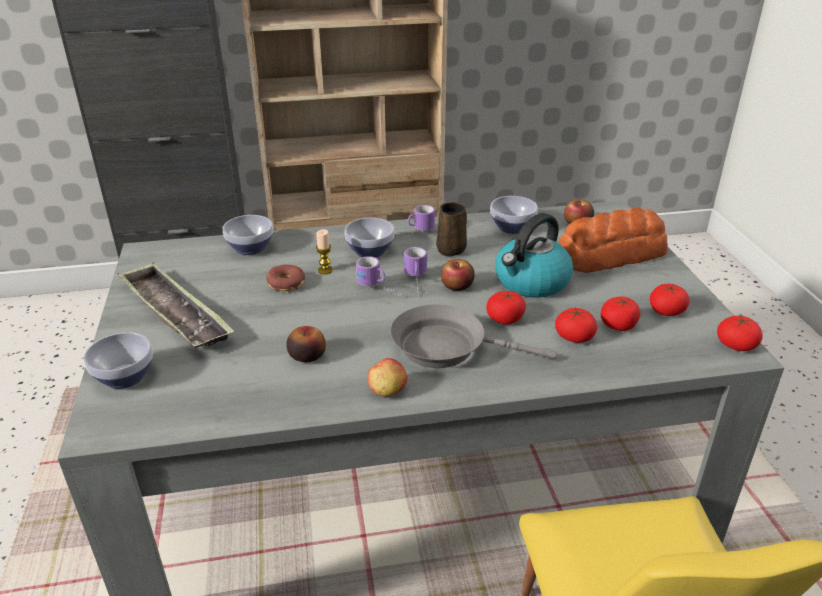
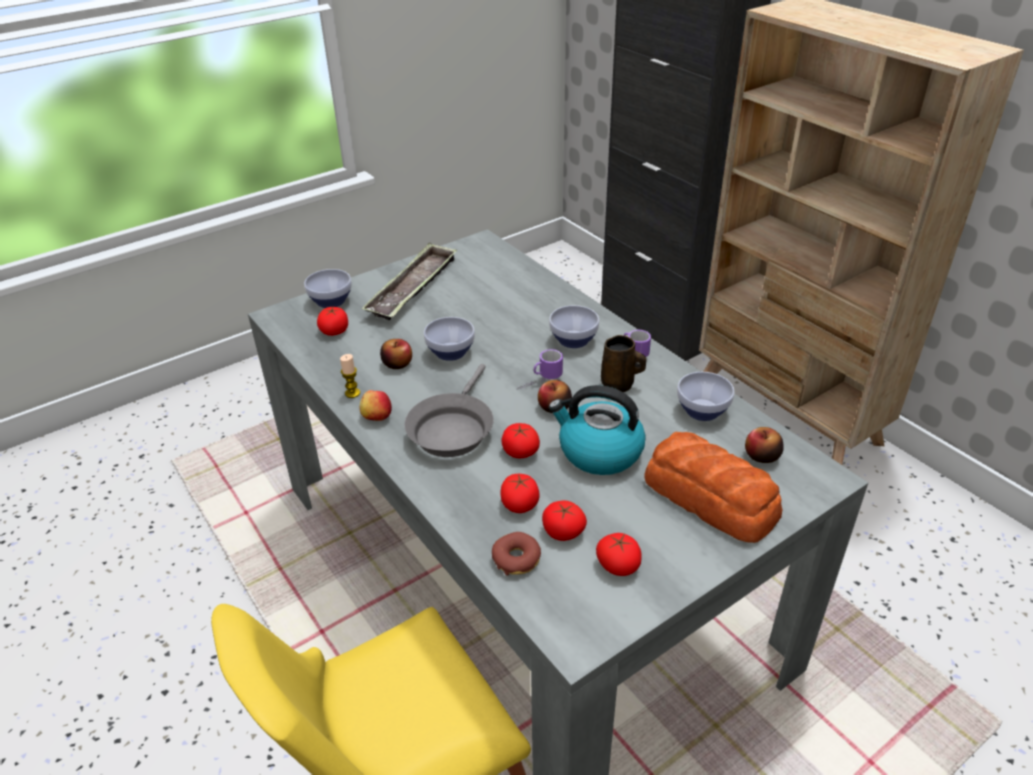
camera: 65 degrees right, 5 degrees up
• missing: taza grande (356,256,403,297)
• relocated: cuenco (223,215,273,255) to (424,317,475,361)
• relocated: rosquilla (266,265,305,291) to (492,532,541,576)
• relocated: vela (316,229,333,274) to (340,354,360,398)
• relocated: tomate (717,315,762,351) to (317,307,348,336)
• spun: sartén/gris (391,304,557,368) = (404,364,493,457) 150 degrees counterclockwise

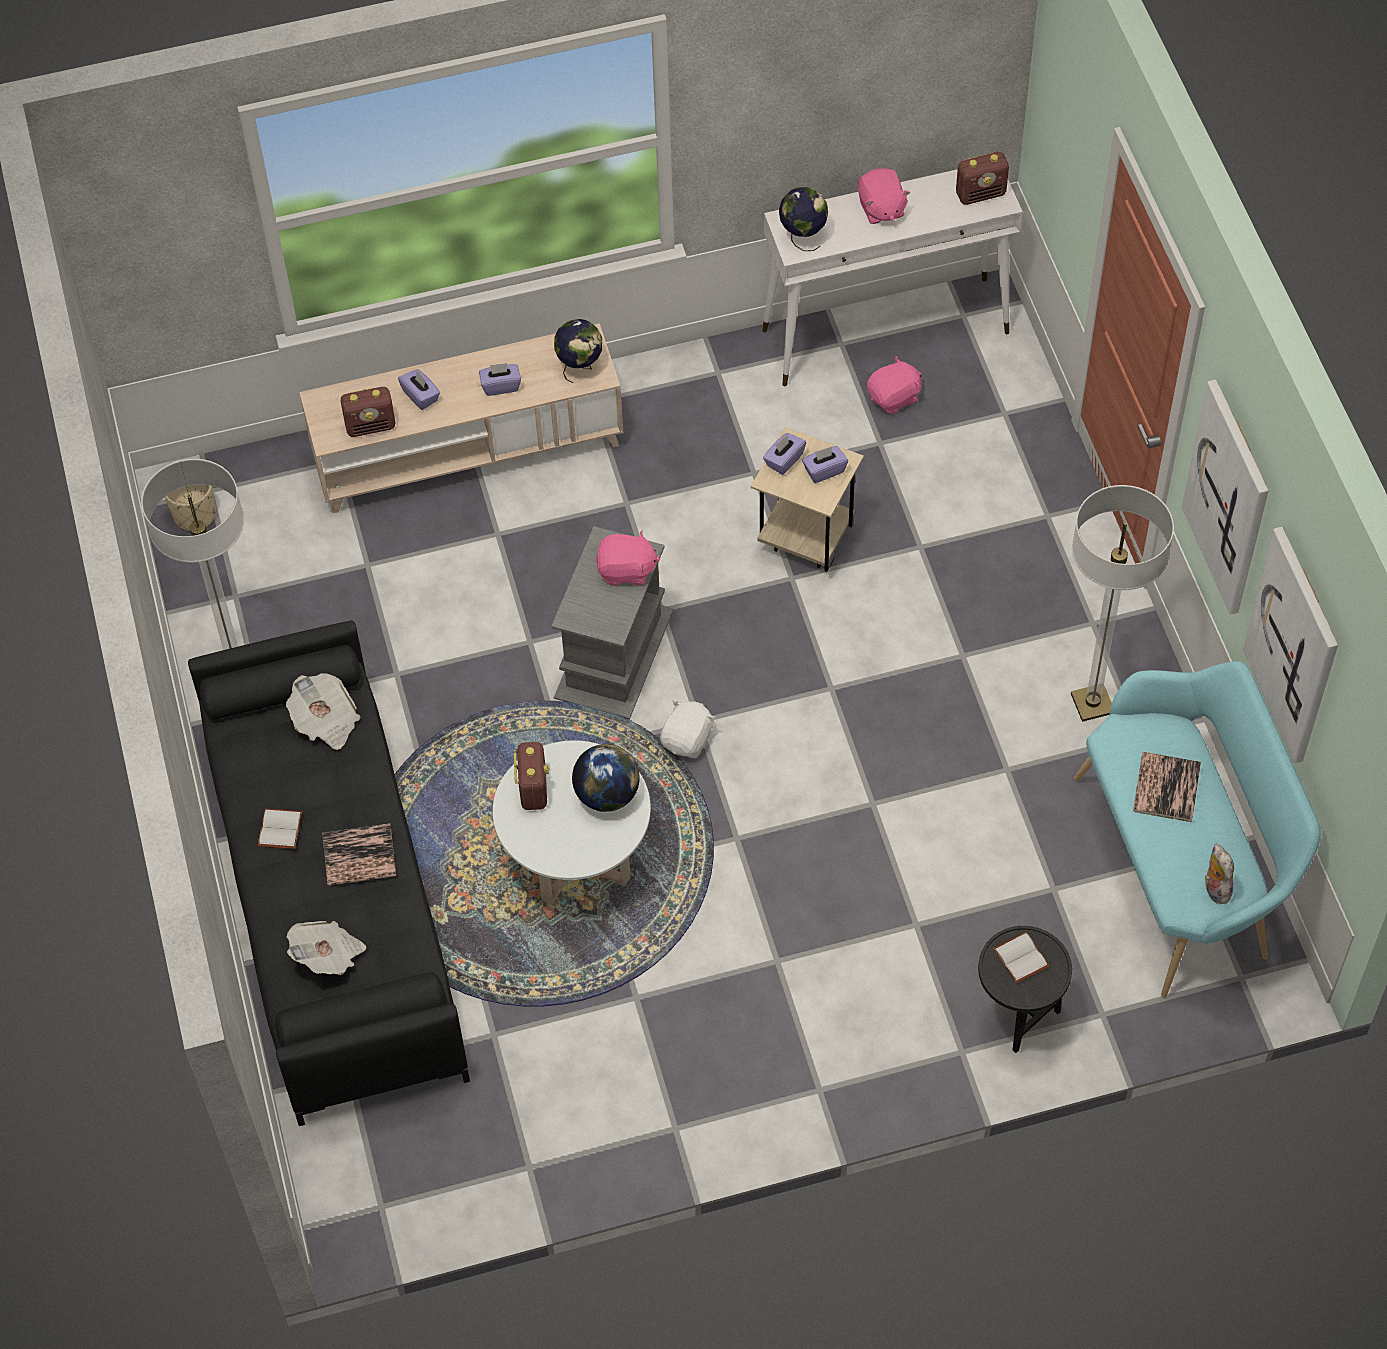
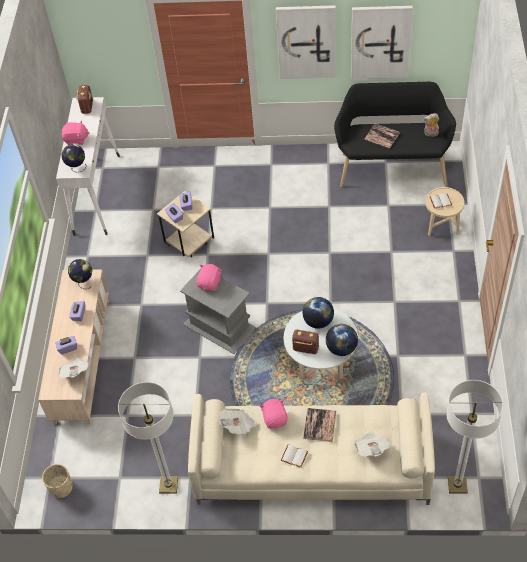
camera: 70 degrees left, 5 degrees down
• missing: peluche/blanco (660,700,716,758)
• appeared: globo terráqueo (326,324,358,356)
• relocated: peluche/rosa (867,356,921,414) to (260,399,288,429)
• relocated: lámpara de pie (1071,485,1174,722) to (446,380,503,494)
• exchanged: radio (341,387,395,437) to periódico (57,357,89,378)
• colour: sofá/negro (188,620,470,1126) to sofá/beis (188,393,435,505)
• colour: mesa auxiliar/negro (978,926,1072,1053) to mesa auxiliar/beis (425,187,464,236)
• colour: banco/turquesa (1074,661,1321,998) to banco/negro (334,82,456,187)

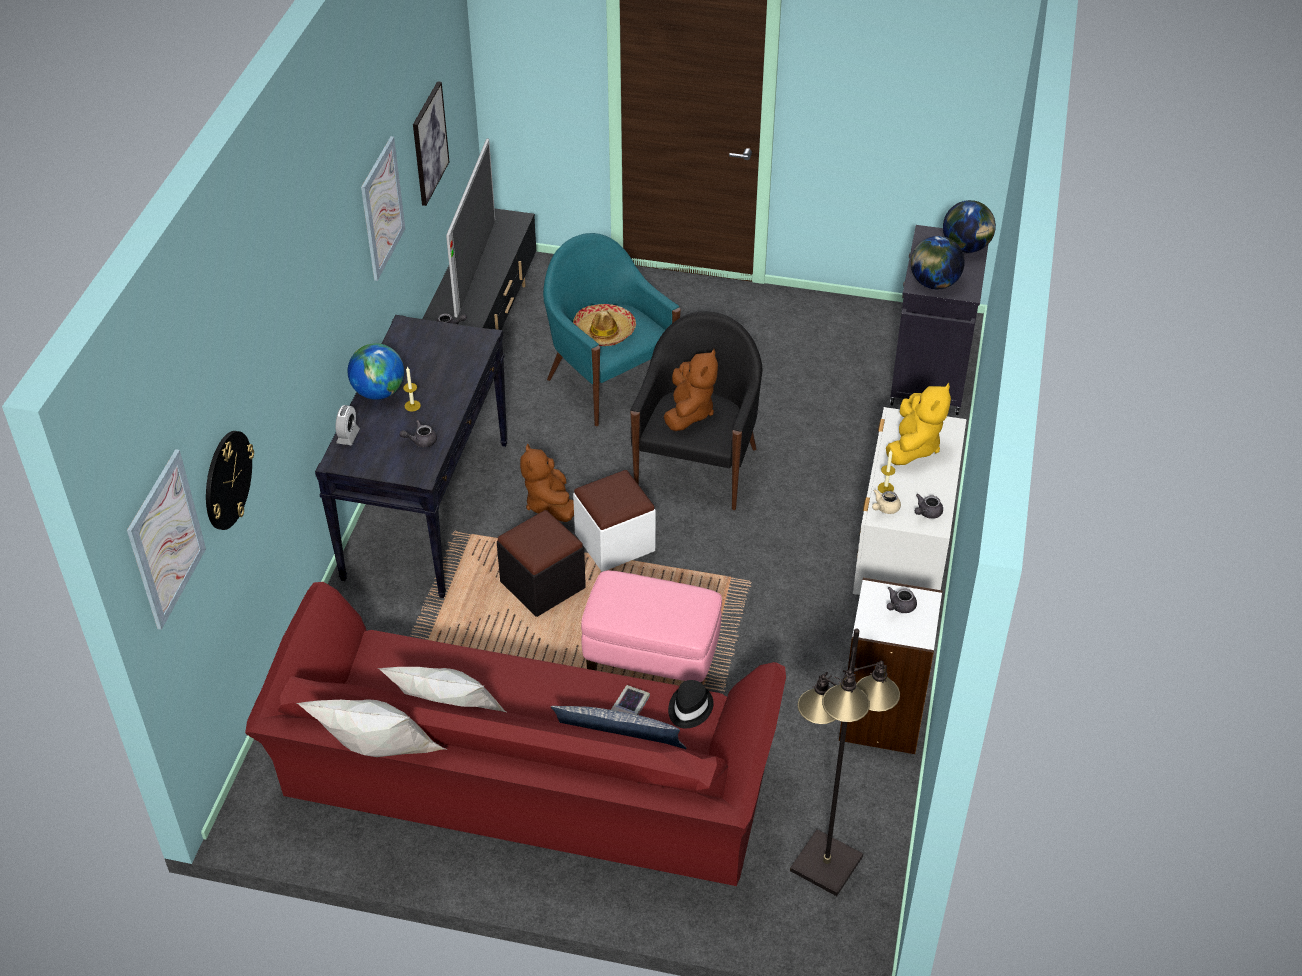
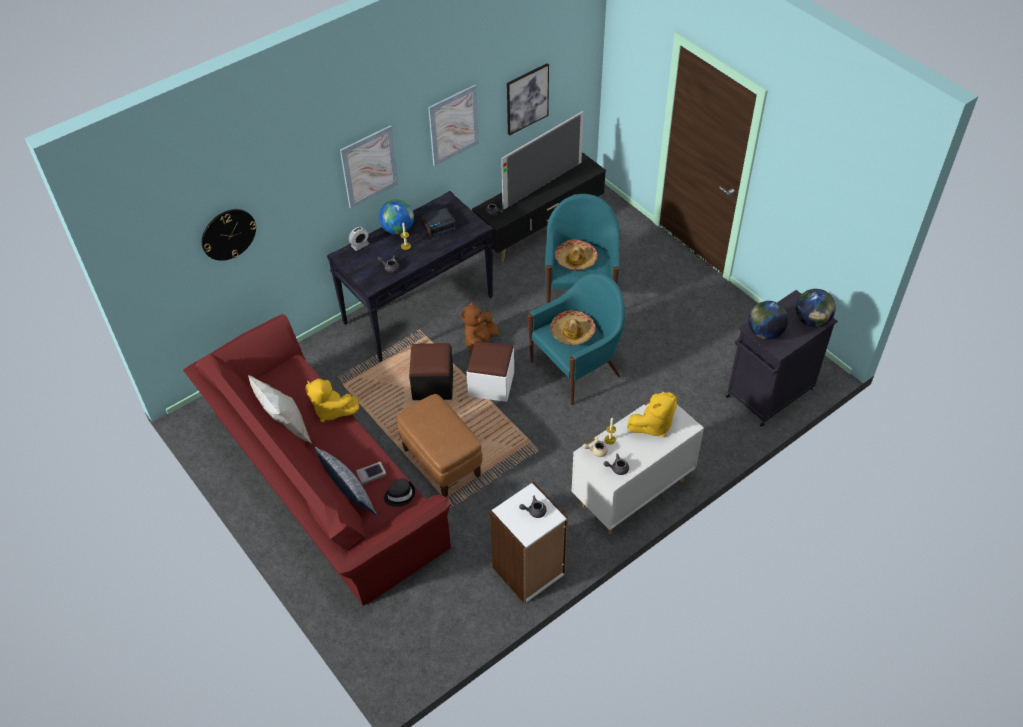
camera: 40 degrees right, 5 degrees up
• missing: cojín/blanco (297,699,447,757)
• missing: lámpara de pie/negro (790,629,900,896)
• appeared: peluche/amarillo (305,379,359,422)
• appeared: despertador (421,207,457,237)
• relocated: cuadro (127,449,206,630) to (340,126,398,209)
• exchanged: peluche/marrón (664,349,718,431) to sombrero (550,311,595,346)
• colour: puf/rosa (581,570,722,683) to puf/marrón (397,394,482,497)
• colour: sillón/negro (630,311,763,510) to sillón/turquesa (528,273,625,405)

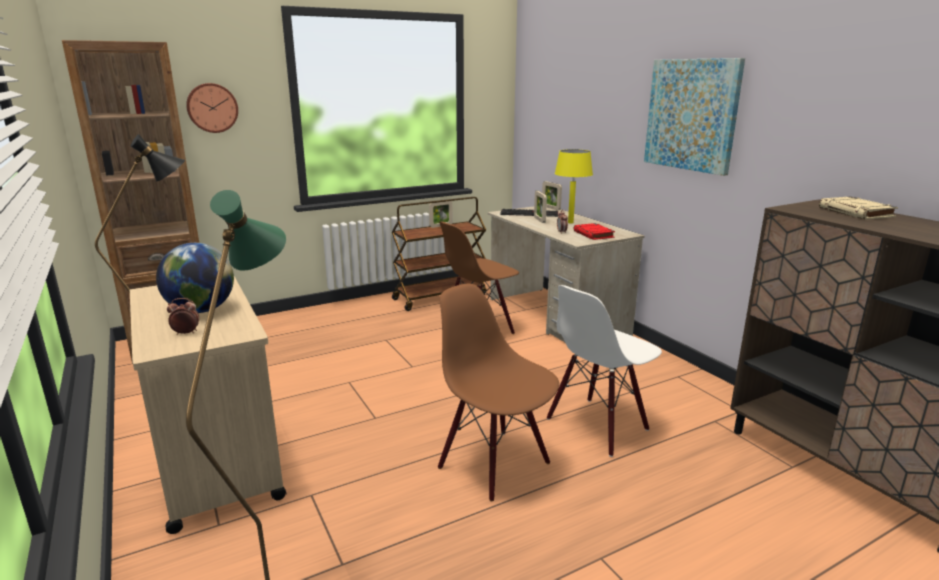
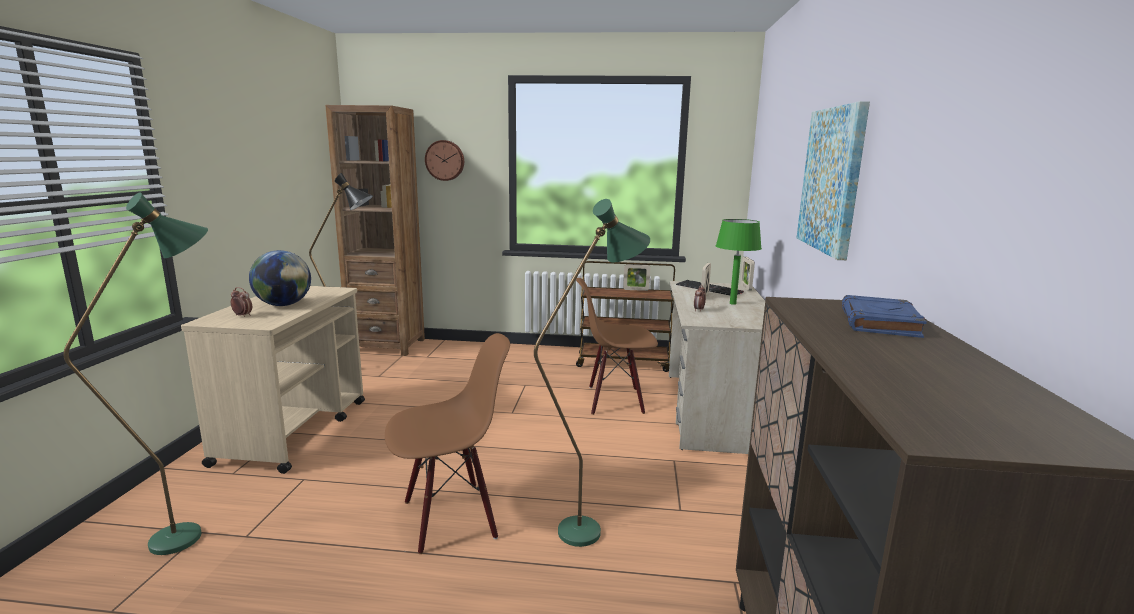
camera: 35 degrees right, 5 degrees down
• missing: libro/rojo (573,223,615,240)
• exchanged: silla/blanco (546,285,662,457) to lámpara de pie/verde (534,199,650,547)
• colour: lámpara de mesa/amarillo (555,149,593,223) to lámpara de mesa/verde (716,219,762,305)
• colour: libro/beis (819,196,898,220) to libro/azul (842,295,927,338)
• spun: silla/marrón (438,284,559,502) = (385,333,510,554) 75 degrees clockwise

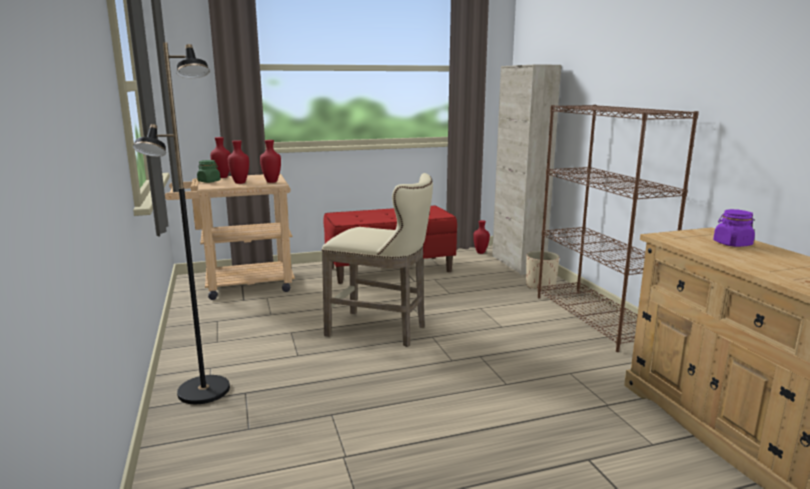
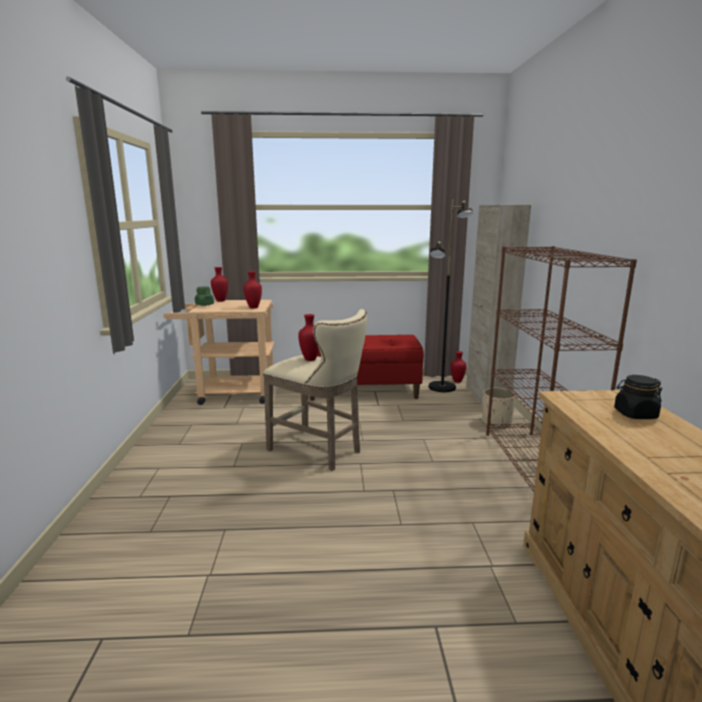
camera: 15 degrees right, 0 degrees up
• relocated: lámpara de pie/negro (133,42,230,404) to (429,200,474,392)
• relocated: florero/rojo (227,140,249,184) to (298,314,319,361)
• colour: tarro/morado (713,209,755,247) to tarro/negro (614,375,662,419)

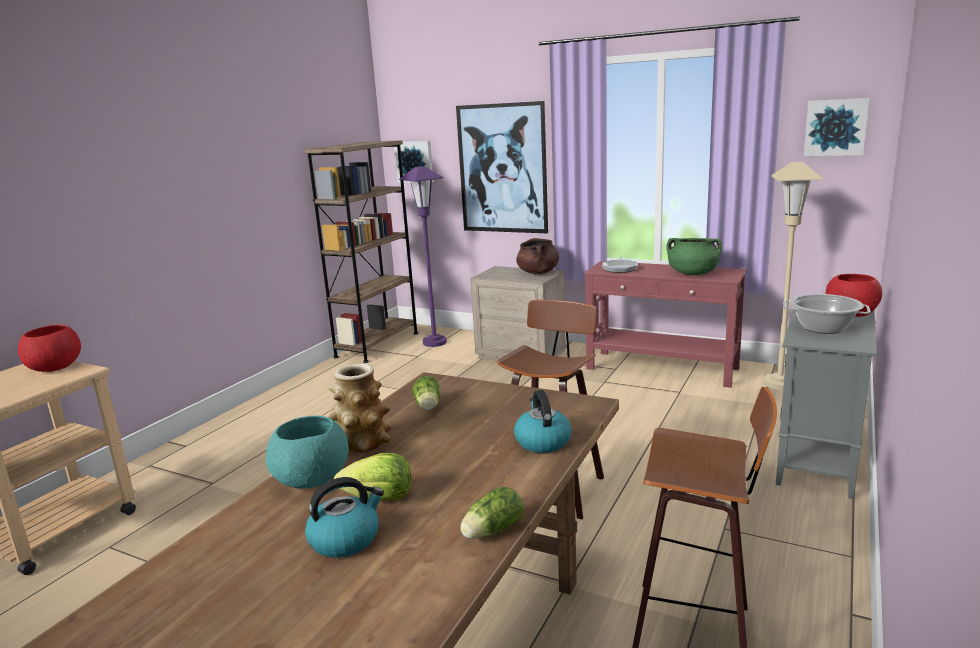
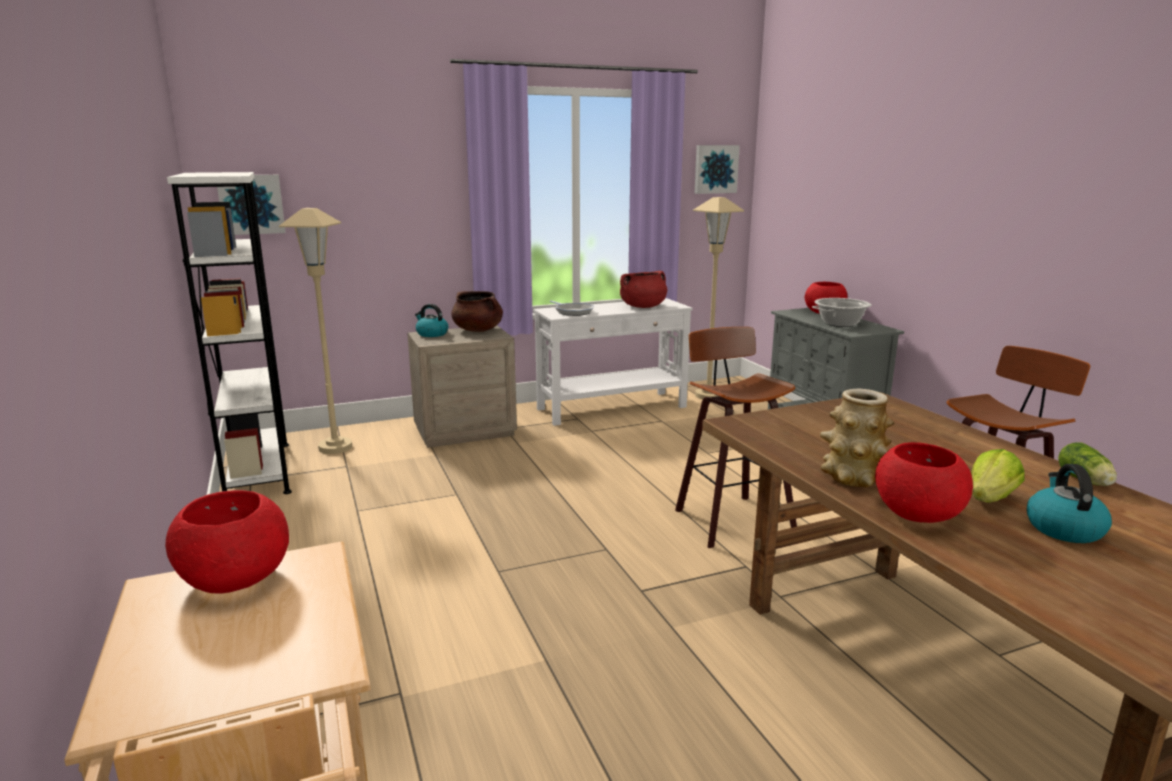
camera: 50 degrees left, 0 degrees up
• missing: lechuga (412,376,440,411)
• missing: cuadro (456,101,548,233)
• relocated: hervidor (514,390,572,453) to (415,304,448,337)
• colour: cuenco/turquesa (266,416,349,489) to cuenco/rojo (875,442,973,523)
• colour: estantería/marrón (304,140,418,363) to estantería/blanco (167,172,292,494)
• colour: lámpara de pie/morado (399,166,447,347) to lámpara de pie/beis (279,208,352,454)
• colour: mesa consola/rojo (584,261,747,388) to mesa consola/blanco (533,298,693,426)
• colour: olla/verde (667,238,722,275) to olla/rojo (620,271,667,308)

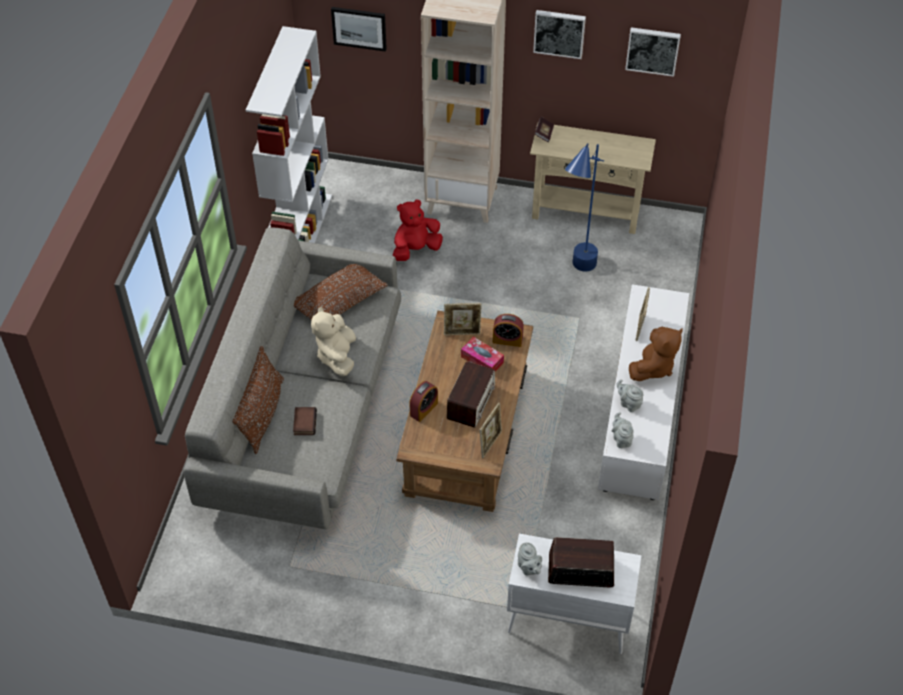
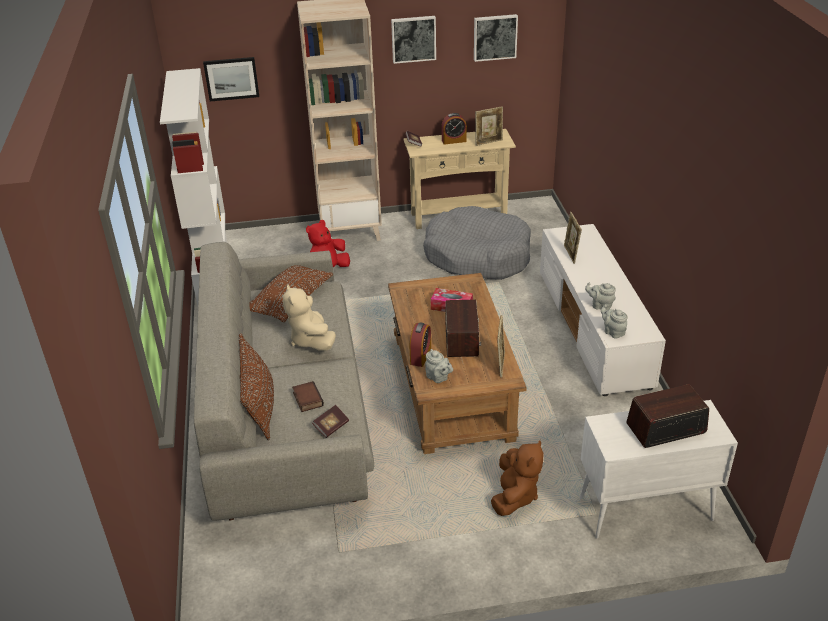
camera: 20 degrees left, 15 degrees down
• appeared: libro (312,405,349,438)
• relocated: portarretratos (444,303,482,335) to (475,106,503,146)
• relocated: despertador (493,314,524,347) to (442,113,467,145)
• relocated: tetera/gris (518,542,542,575) to (425,349,453,383)
• relocated: peluche/marrón (629,327,683,381) to (491,440,544,516)
• exchanged: lámpara de pie/azul (565,143,604,272) to cama para perro/gris (423,206,531,280)

